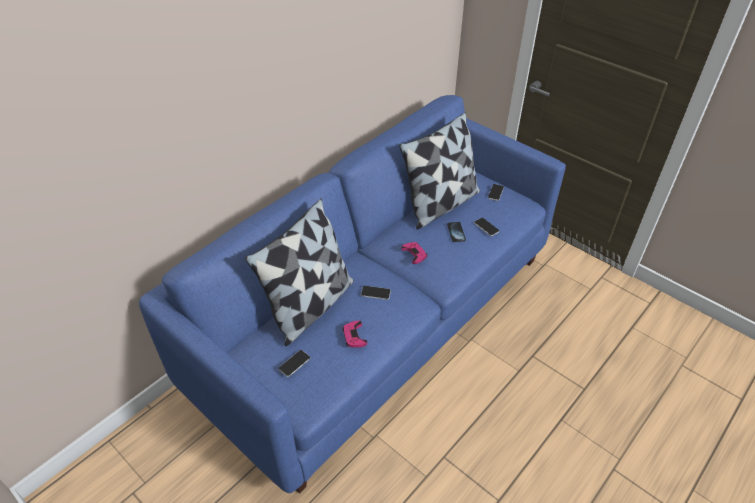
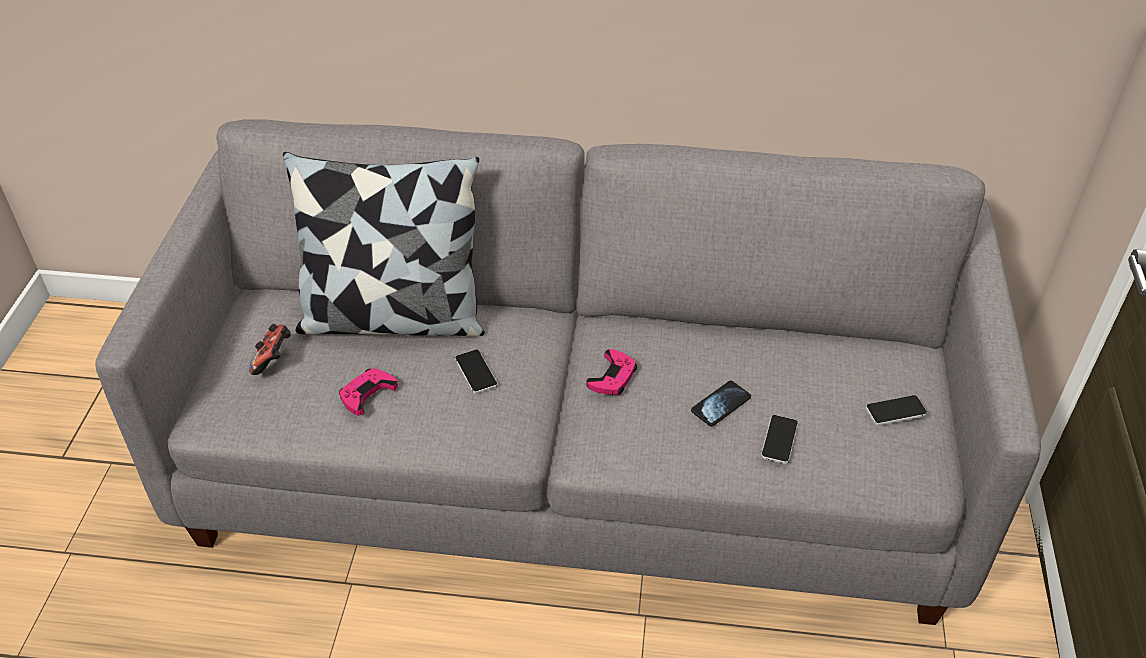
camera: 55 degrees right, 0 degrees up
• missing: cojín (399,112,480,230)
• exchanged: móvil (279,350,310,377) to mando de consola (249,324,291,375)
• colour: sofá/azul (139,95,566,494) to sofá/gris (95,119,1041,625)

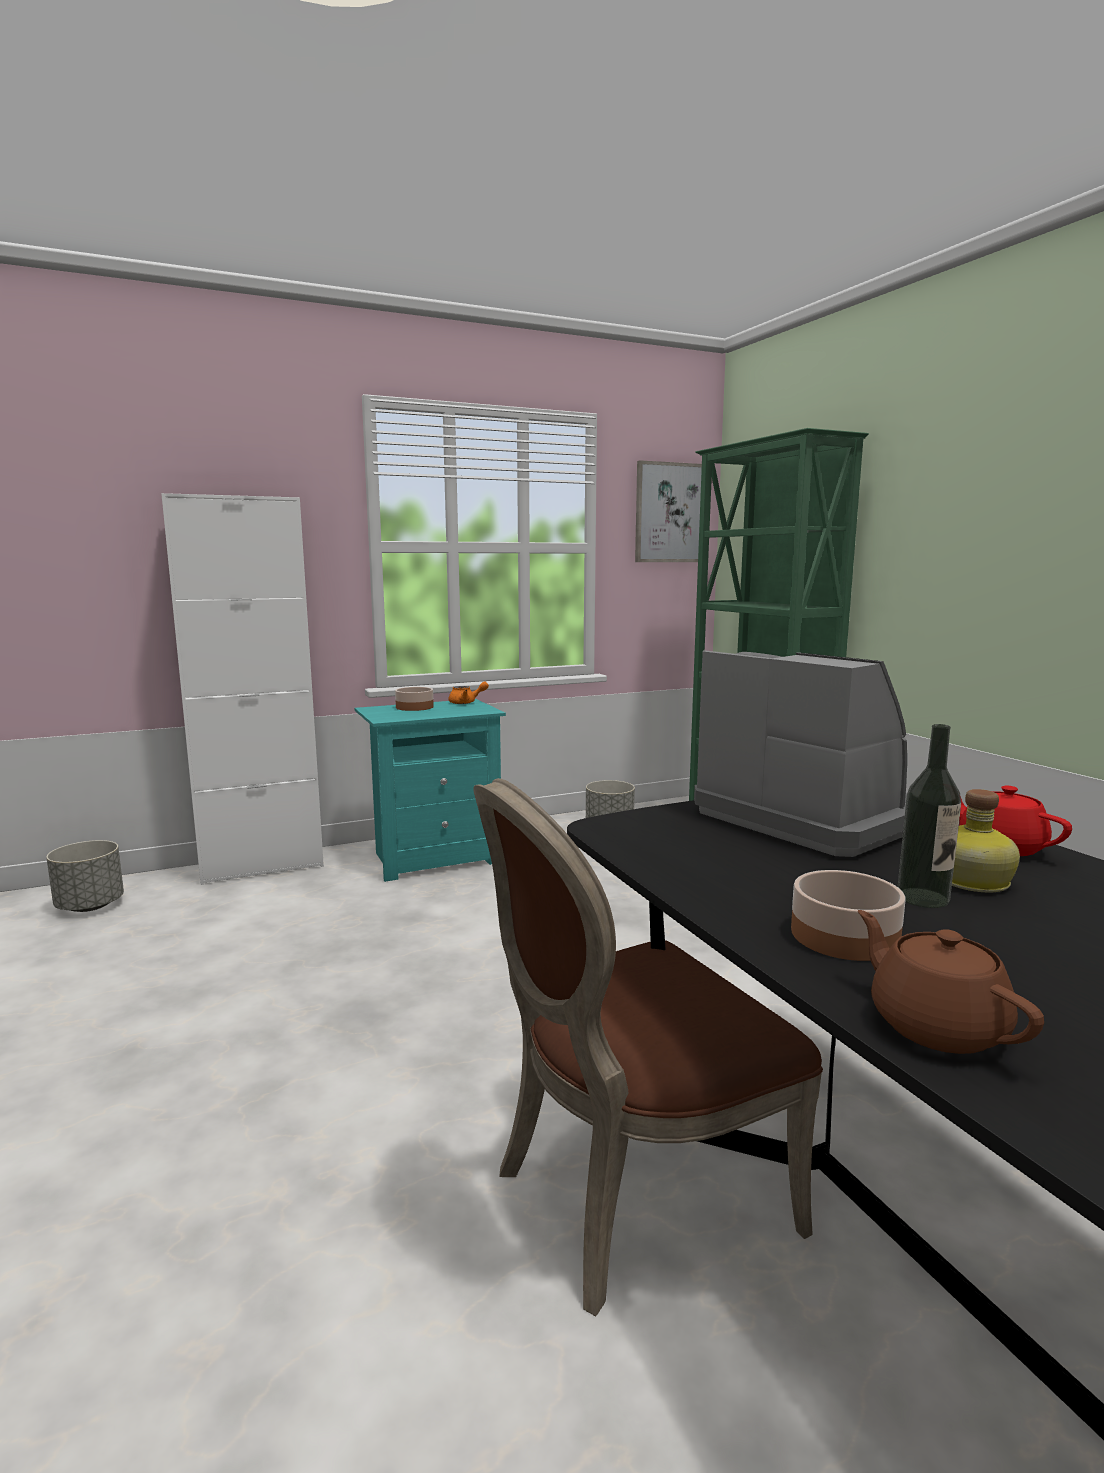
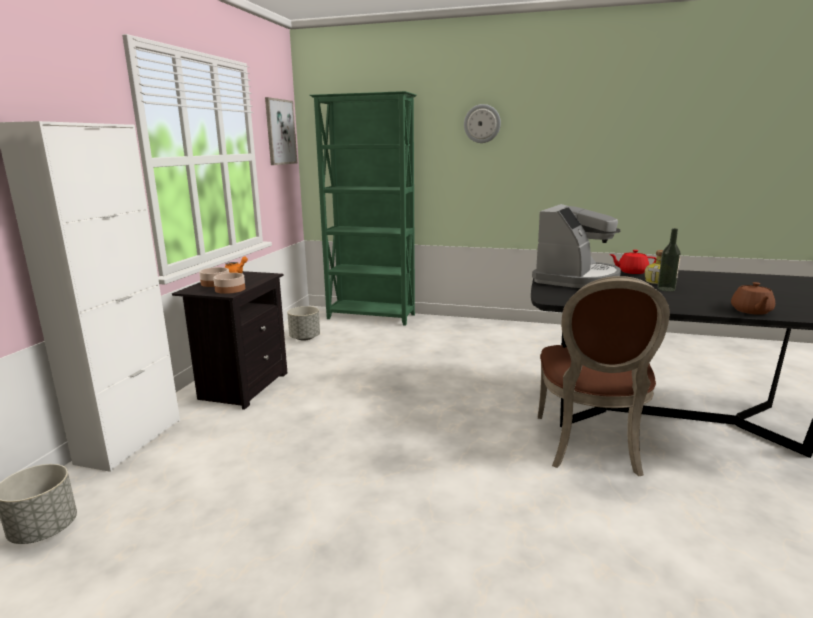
camera: 50 degrees left, 5 degrees up
• appeared: reloj de pared (464,104,501,143)
• relocated: cuenco (791,870,905,961) to (213,273,245,294)
• colour: mesita de noche/turquesa (354,699,506,882) to mesita de noche/negro (172,271,287,410)
• spun: cafetera (694,650,907,857) = (532,204,621,288) 120 degrees clockwise
• spun: tetera/marrón (858,910,1044,1054) = (731,282,775,315) 90 degrees counterclockwise

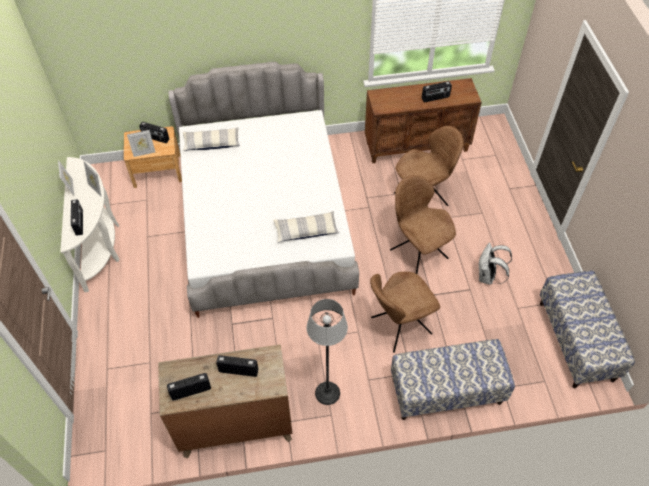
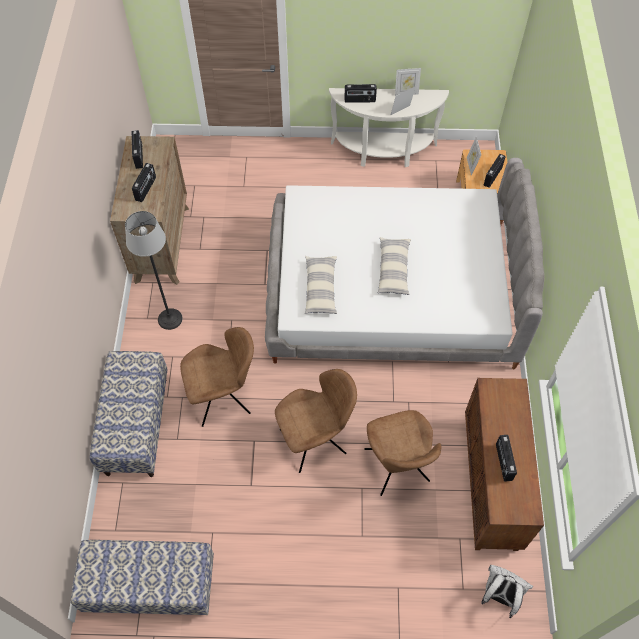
camera: 100 degrees right, 5 degrees up
• relocated: cojín (183,128,240,151) to (378,237,411,295)
• relocated: mochila/blanco (479,243,512,285) to (481,565,533,618)
• spun: silla/marrón (370,272,440,353) = (180,327,254,427) 90 degrees clockwise

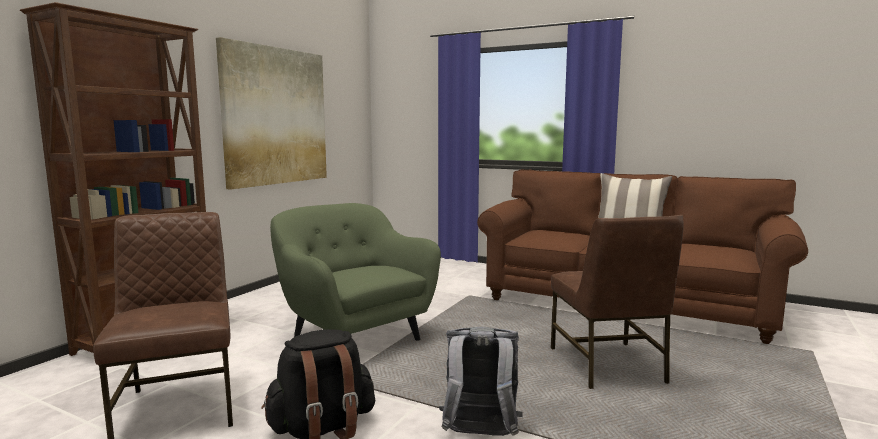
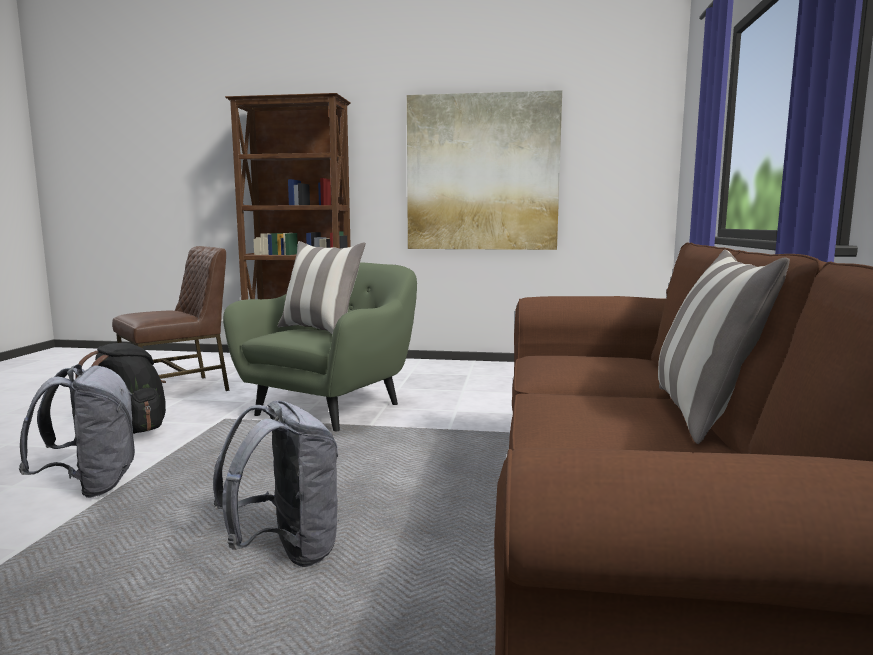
camera: 70 degrees right, 0 degrees up
• appeared: cojín (278,241,366,335)
• exchanged: silla/marrón (551,215,684,389) to mochila/gris (213,400,340,567)

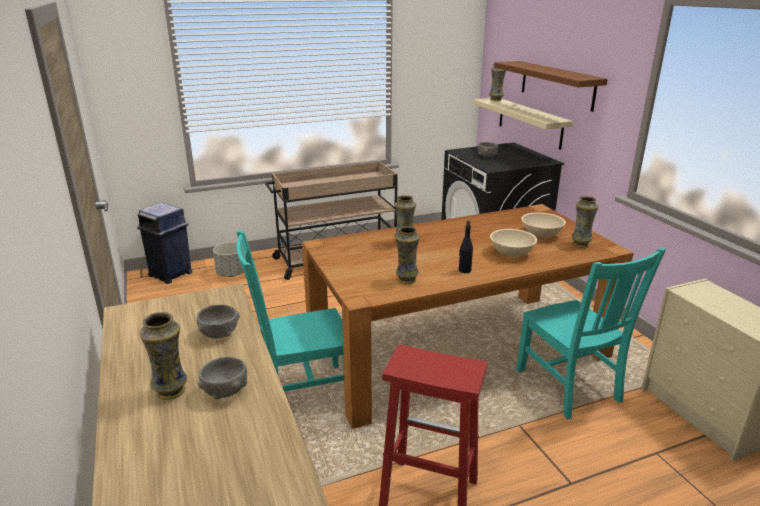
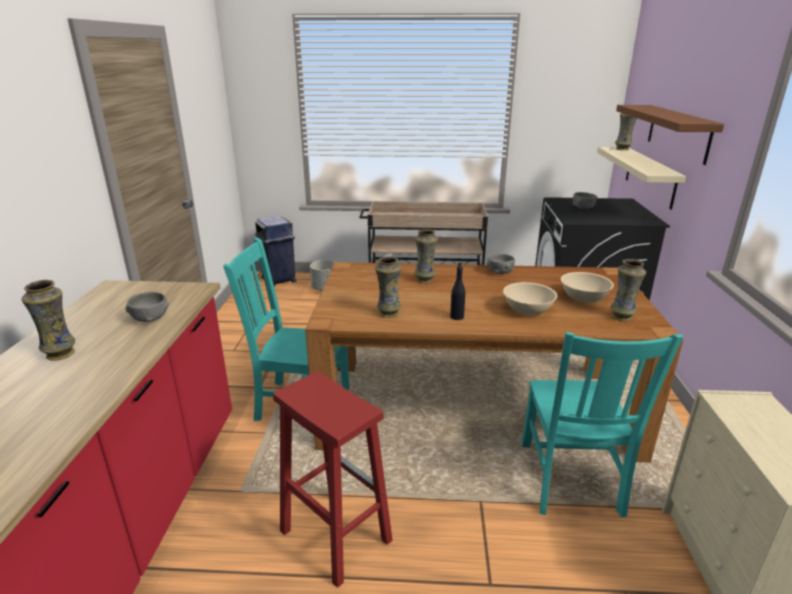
camera: 25 degrees right, 0 degrees up
• relocated: cuenco/gris (198,356,247,399) to (486,253,515,274)

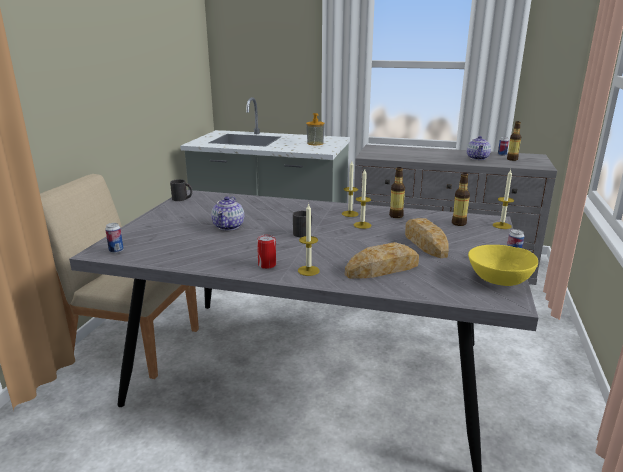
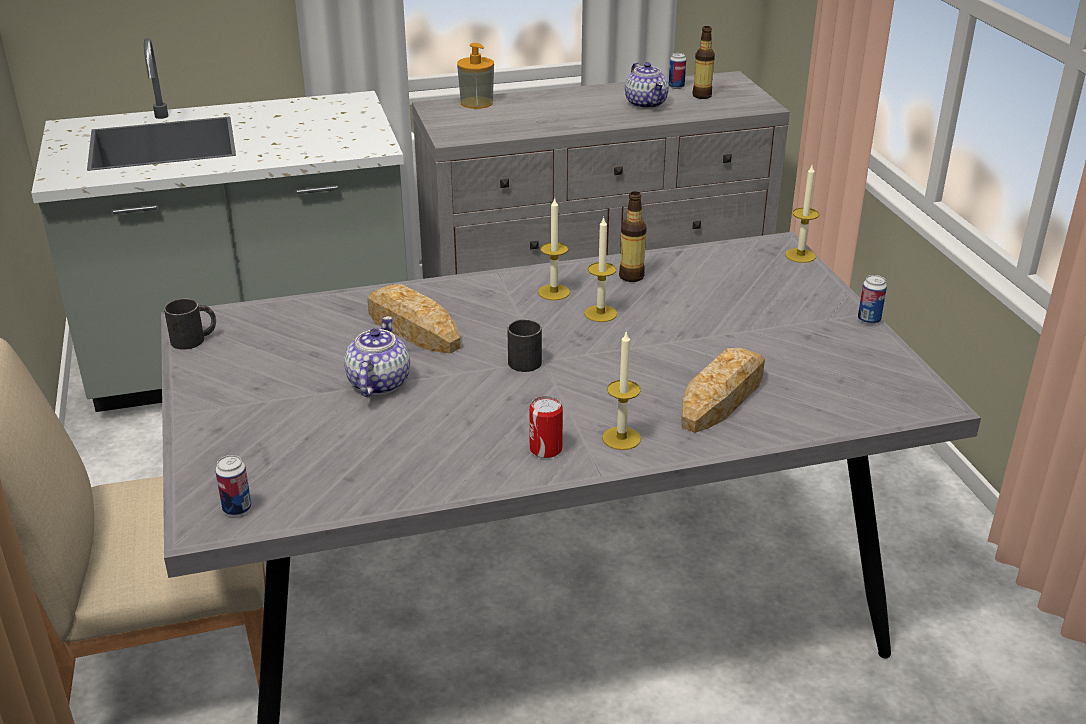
camera: 30 degrees left, 10 degrees up
• missing: botella (452,173,470,226)
• missing: cuenco/amarillo (468,245,538,286)
• relocated: dispensador de jabón (306,113,325,145) to (457,43,494,109)
• relocated: pan (405,218,449,258) to (367,284,460,354)
• spun: tetera (211,196,244,231) = (344,316,410,397) 150 degrees counterclockwise

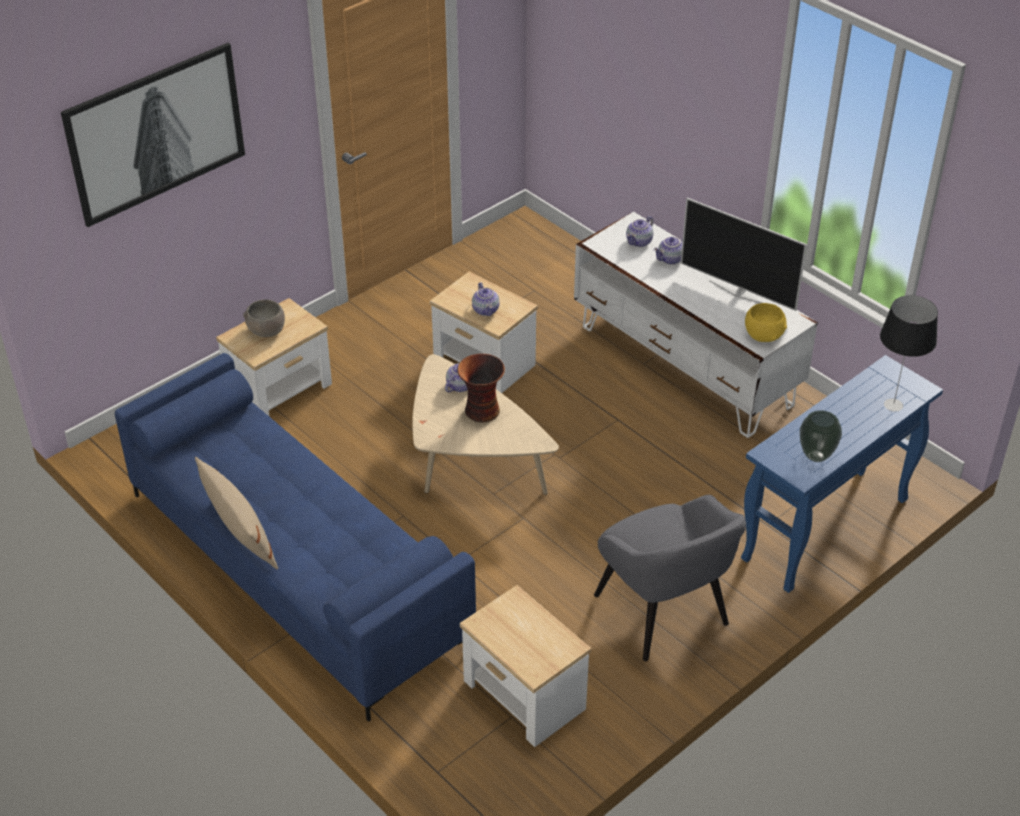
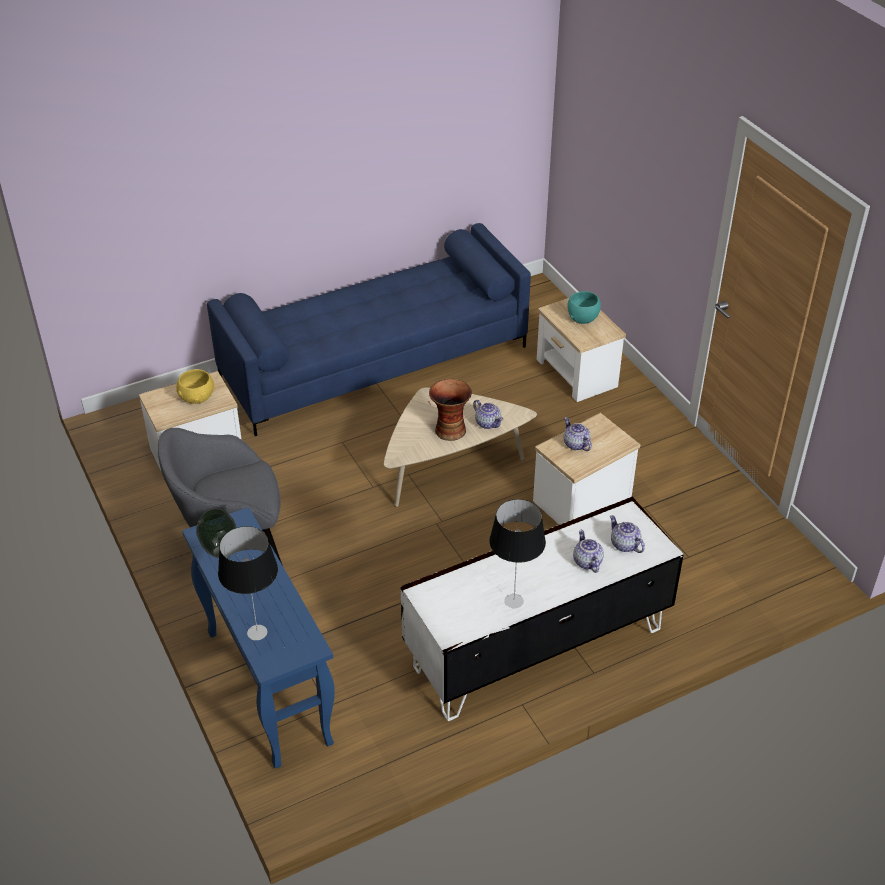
camera: 105 degrees right, 0 degrees up
• missing: cuadro (61,43,245,227)
• missing: cojín/beis (195,457,278,569)
• relocated: cuenco/amarillo (745,303,787,342) to (176,369,215,404)
• exchanged: televisor (681,198,807,311) to lámpara de mesa (489,499,546,608)
• colour: cuenco/gris (243,299,285,337) to cuenco/turquesa (567,291,601,324)
• spun: tetera (472,283,500,316) = (564,417,591,451) 60 degrees clockwise

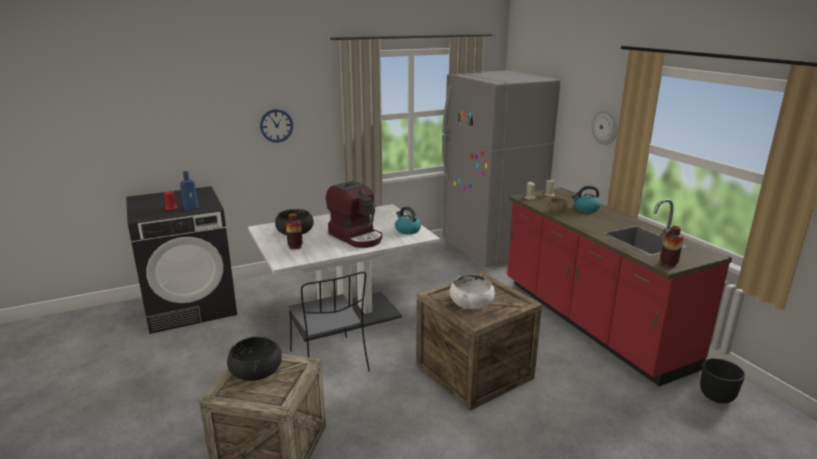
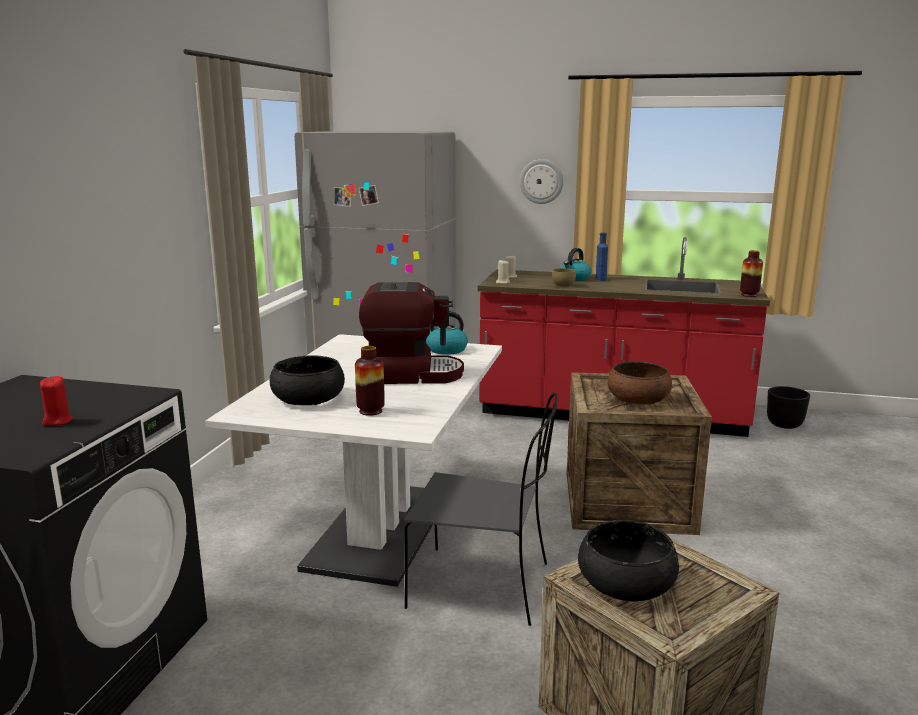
camera: 50 degrees left, 5 degrees down
• missing: reloj de pared (260,109,293,142)
• relocated: botella/azul (180,171,198,210) to (596,233,608,281)
• colour: cuenco/blanco (450,275,495,309) to cuenco/marrón (608,362,672,405)

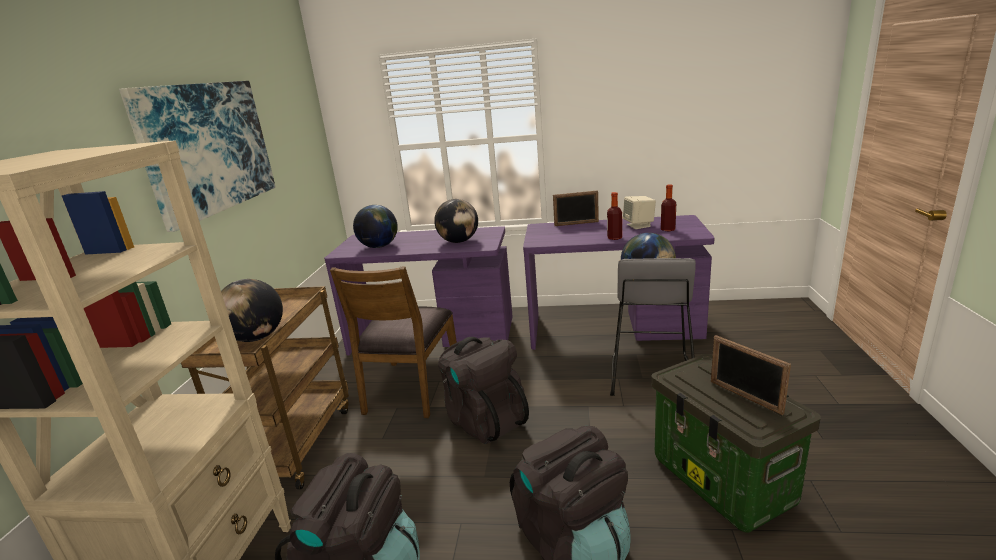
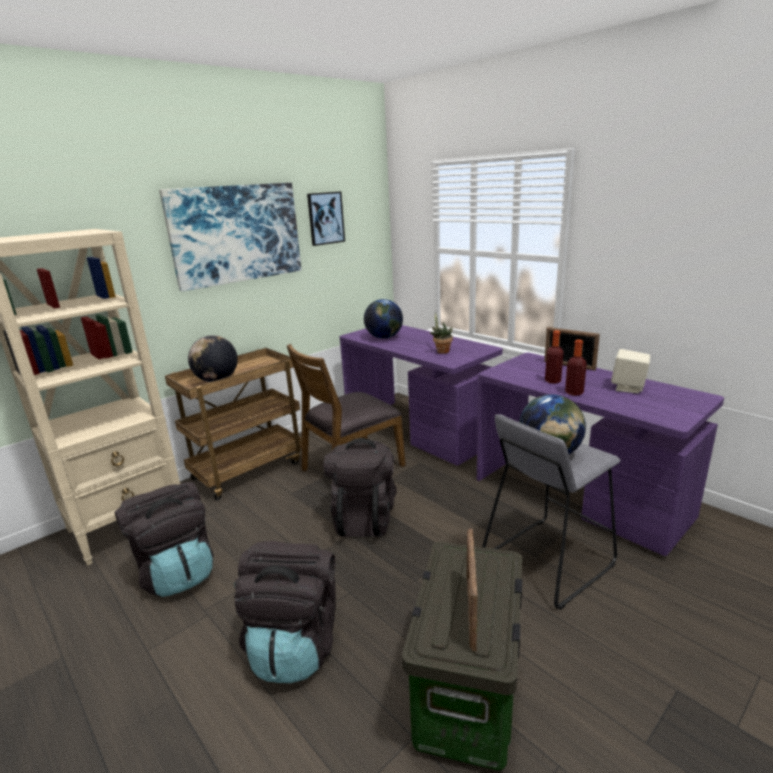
camera: 40 degrees right, 0 degrees up
• appeared: cuadro (307,192,345,246)
• relocated: botella (661,184,676,231) to (545,331,563,383)
• exchanged: globo terráqueo (434,199,478,243) to planta en maceta (429,312,453,354)

